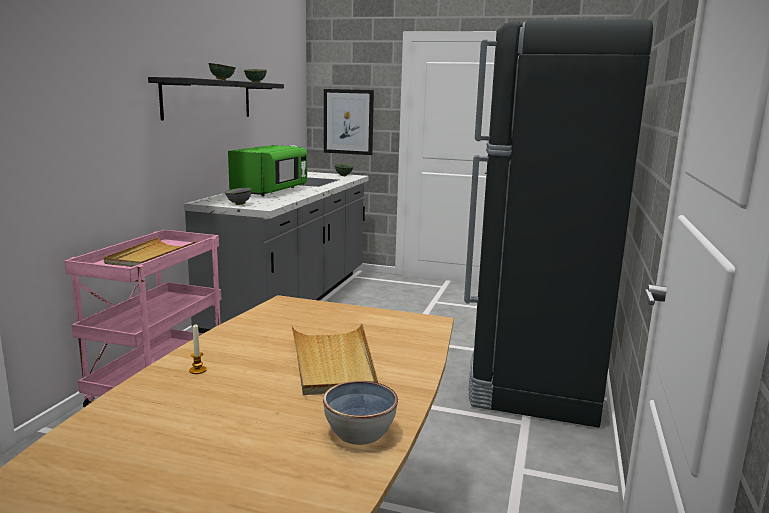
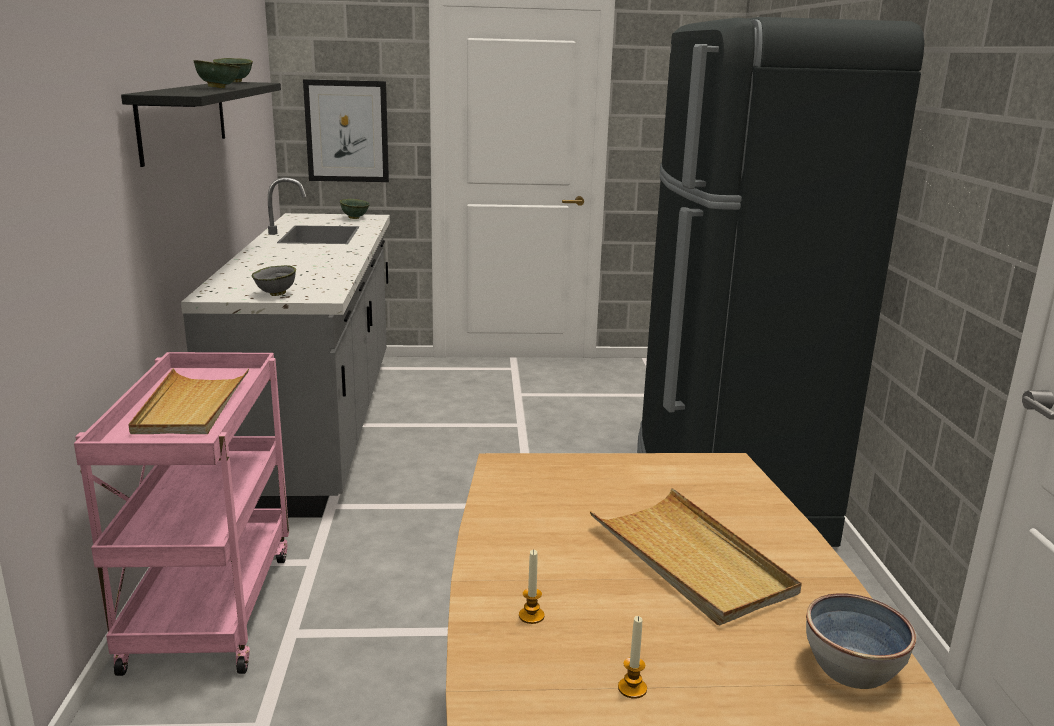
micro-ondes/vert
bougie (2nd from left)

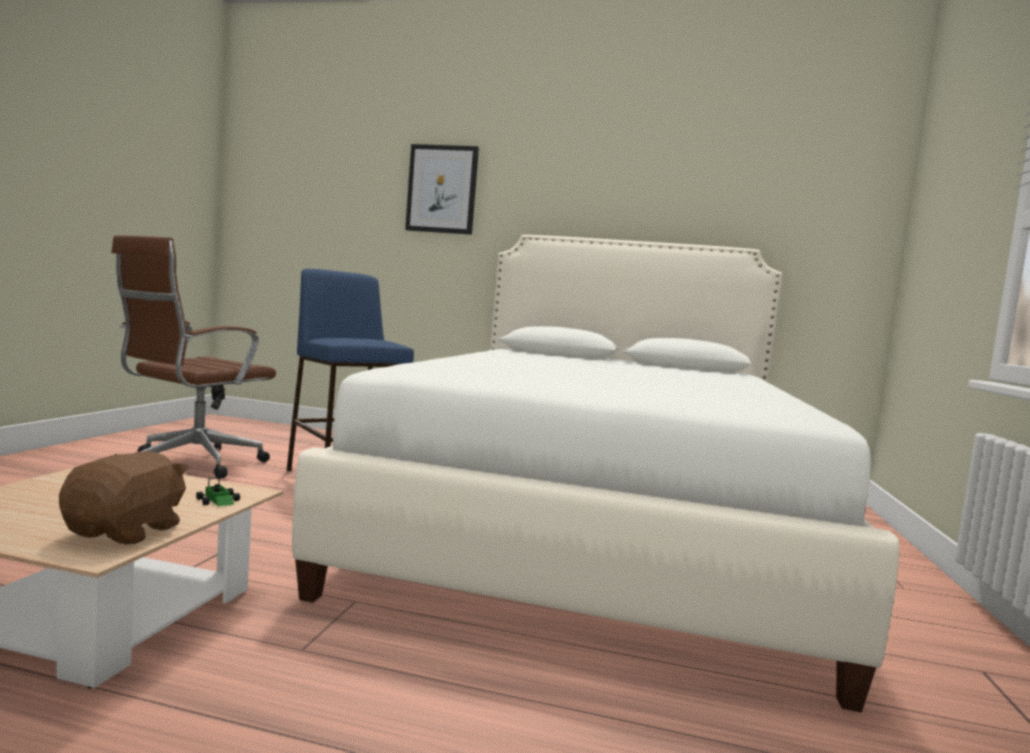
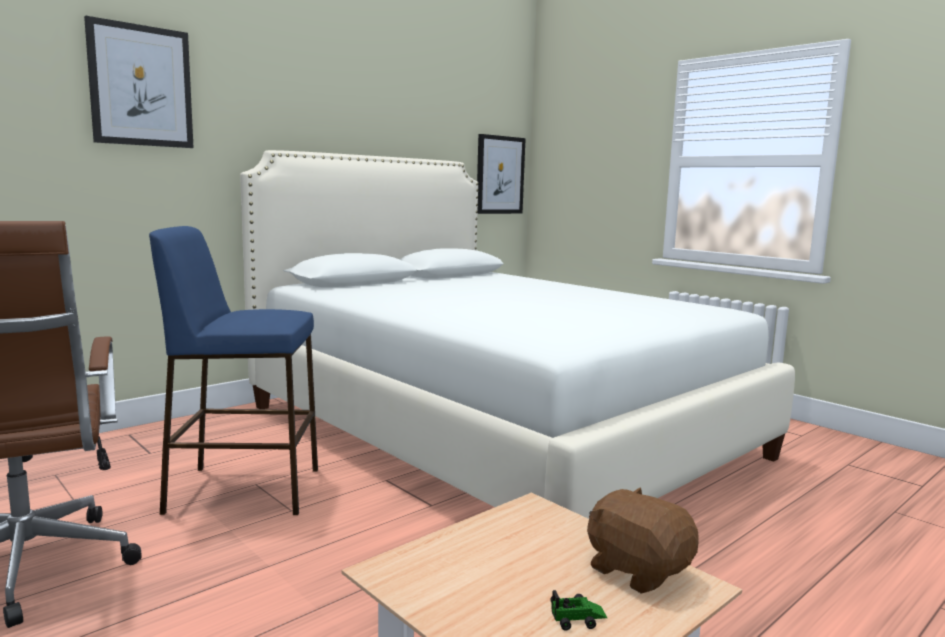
petite voiture
tableau (2nd from left)

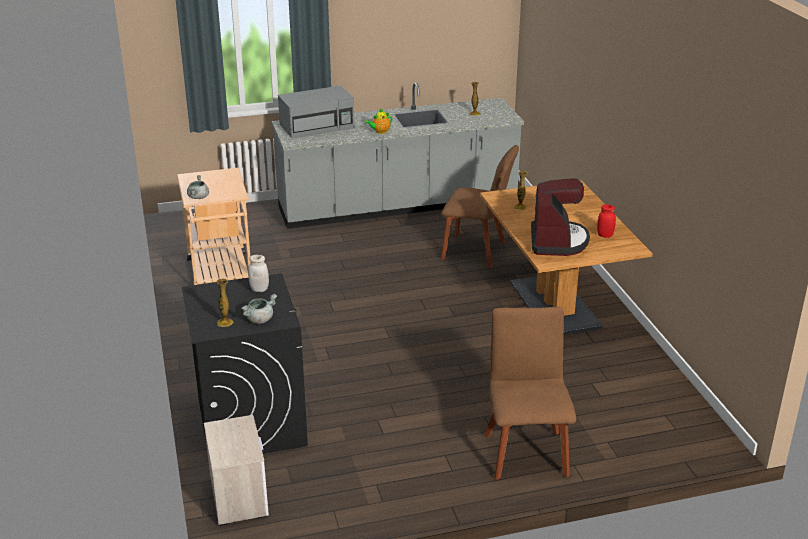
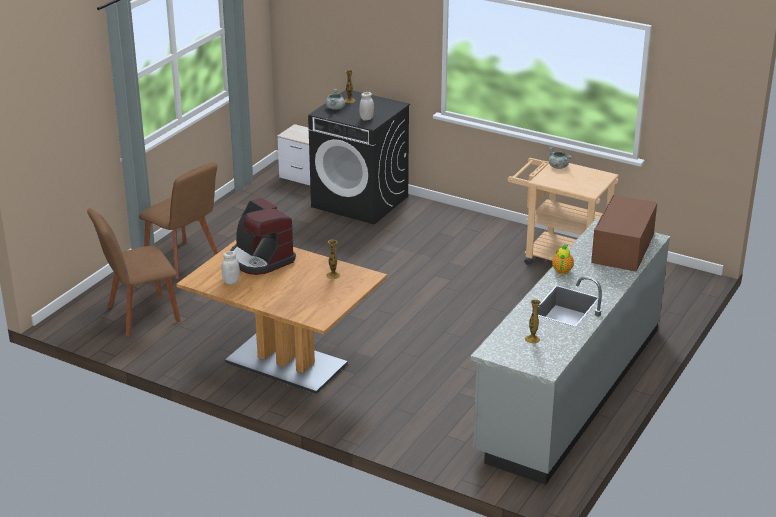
micro-ondes/marron
chaise/marron (1st from left)
bocal/blanc (1st from left)

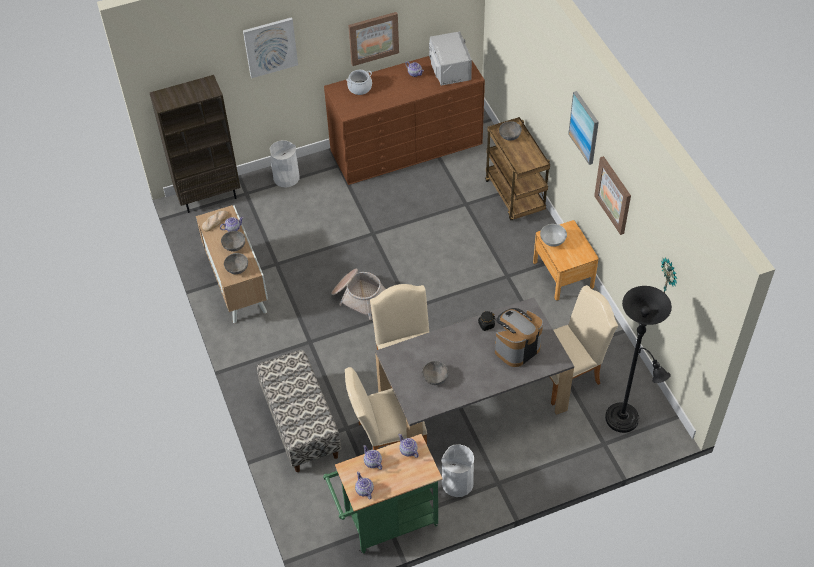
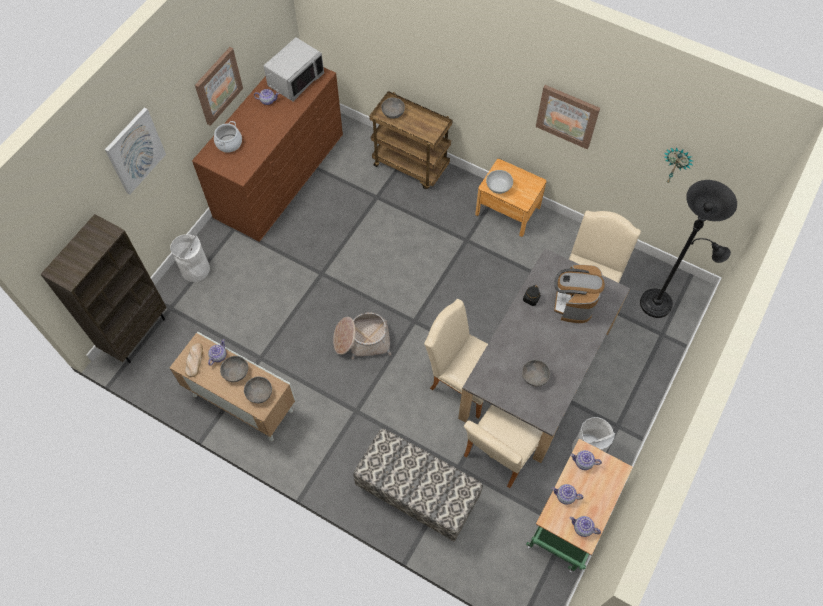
micro-ondes/gris
tableau (3rd from left in the first image)

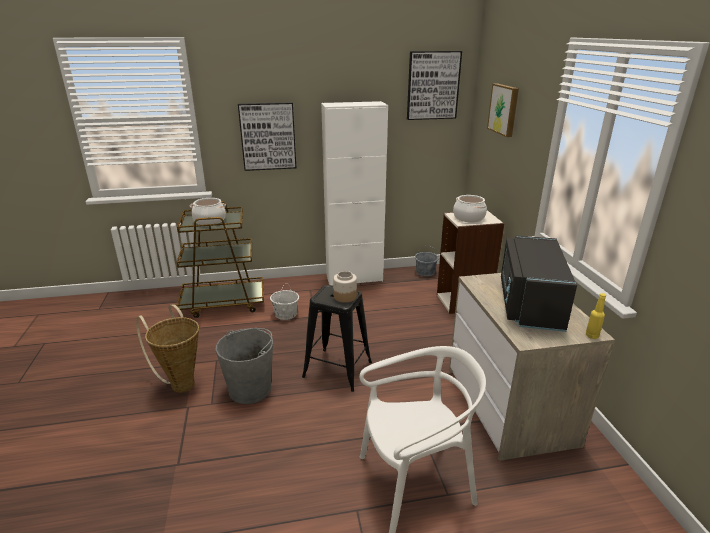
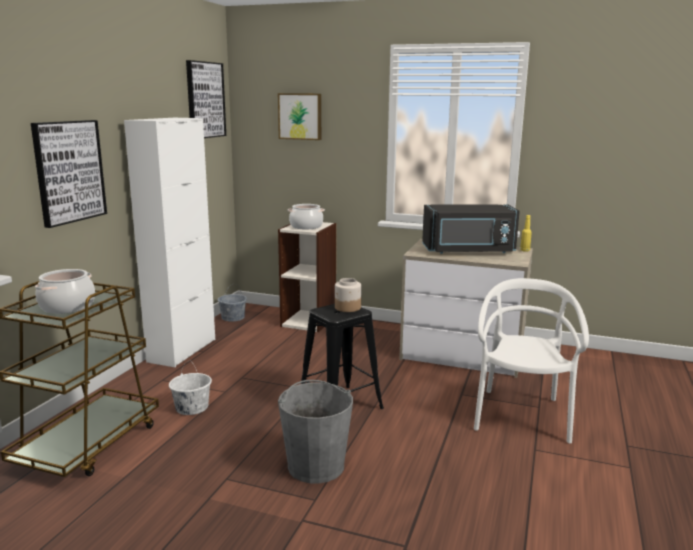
panier
micro-ondes/noir

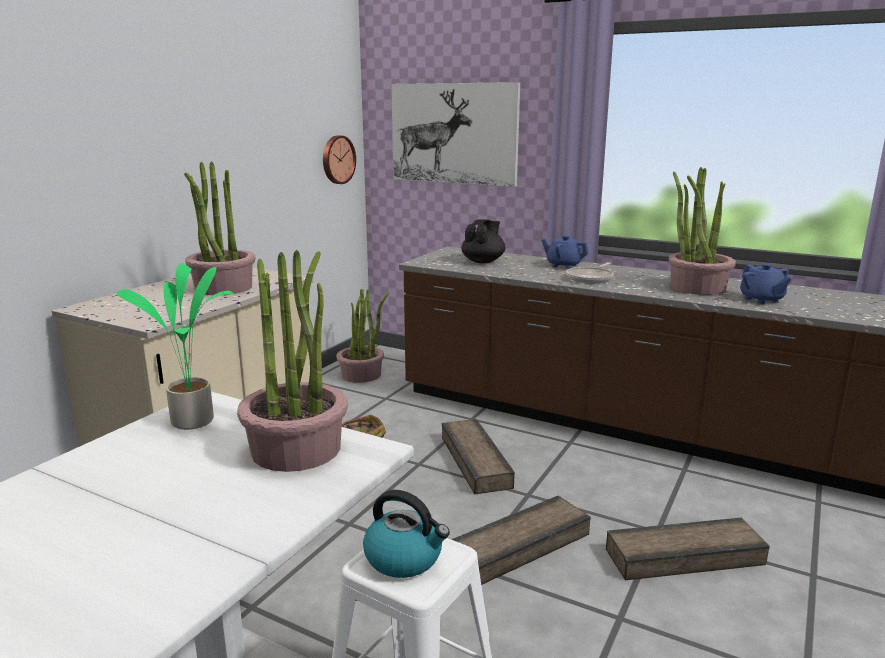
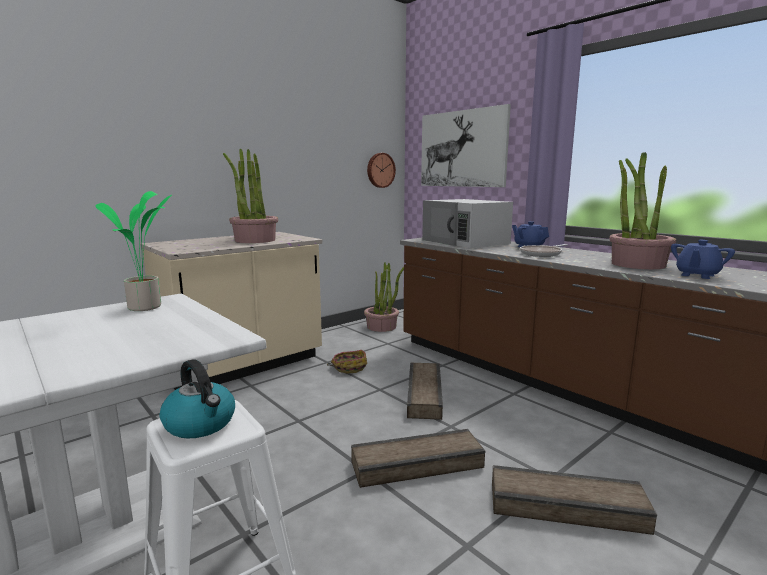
plante en pot (3rd from left in the first image)
micro-ondes/blanc
théière/bleu (2nd from left)

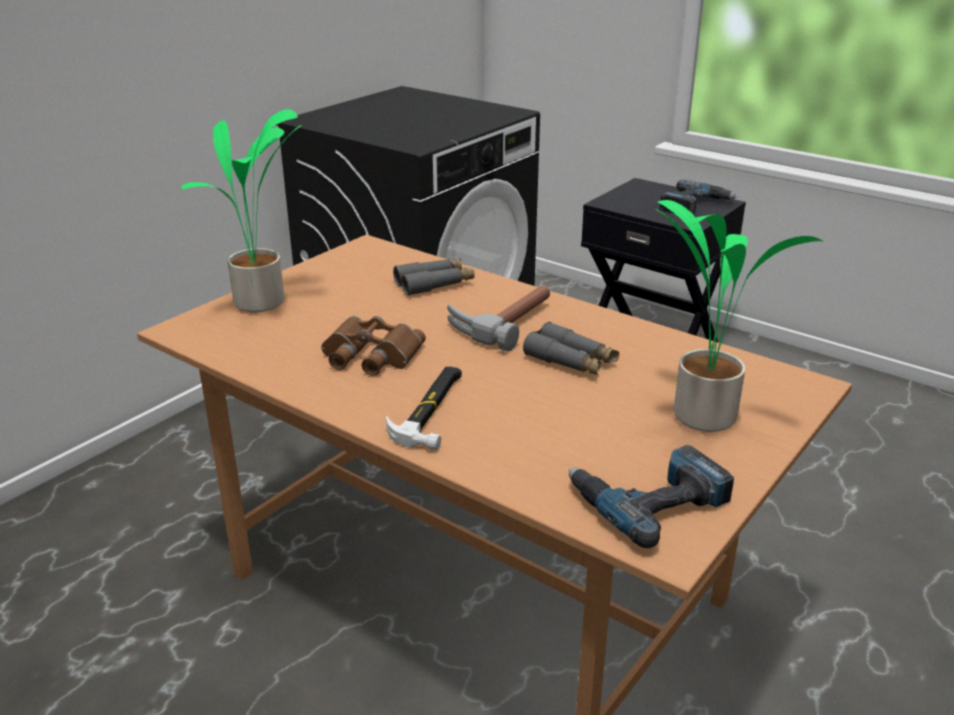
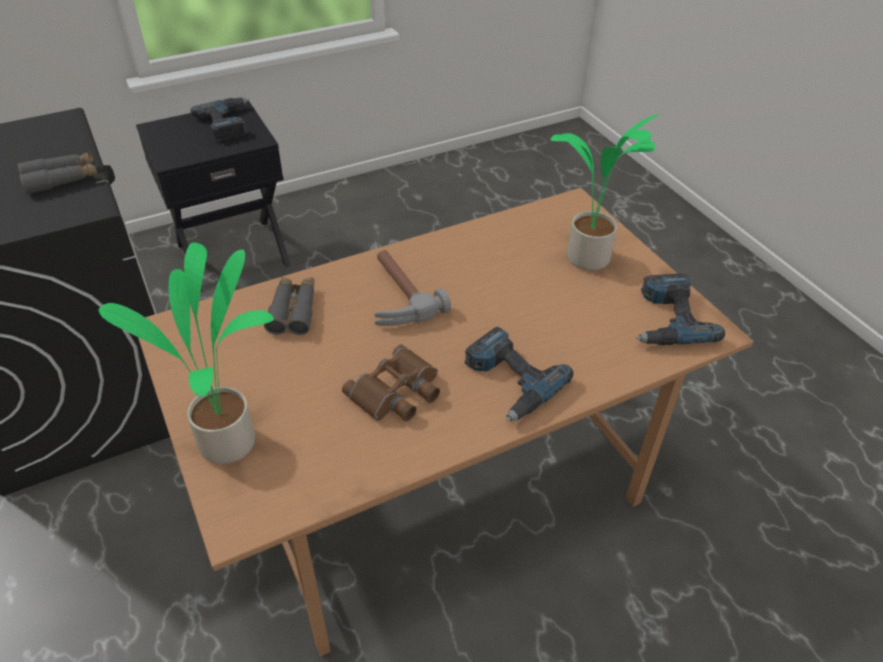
perceuse (2nd from left)
jumelles/gris (1st from left)

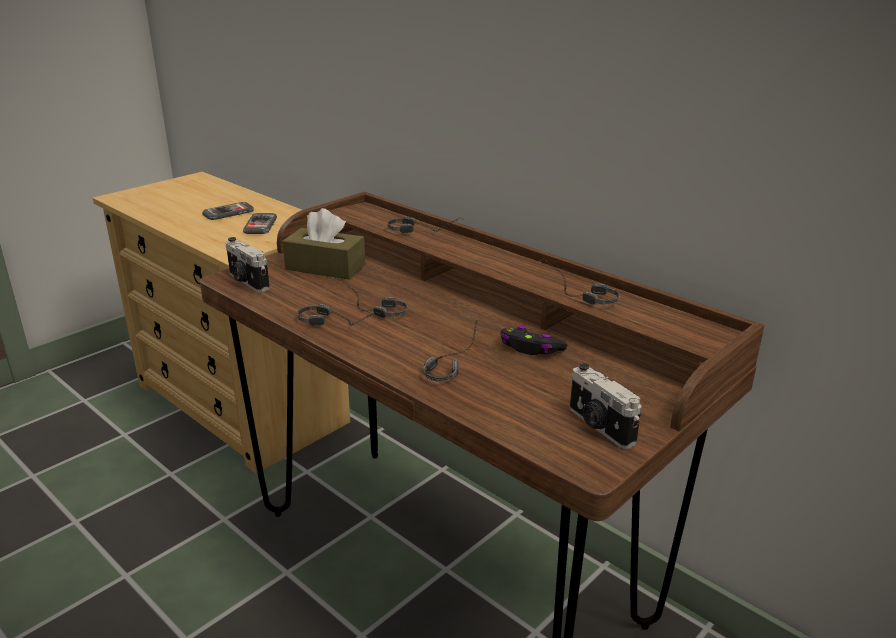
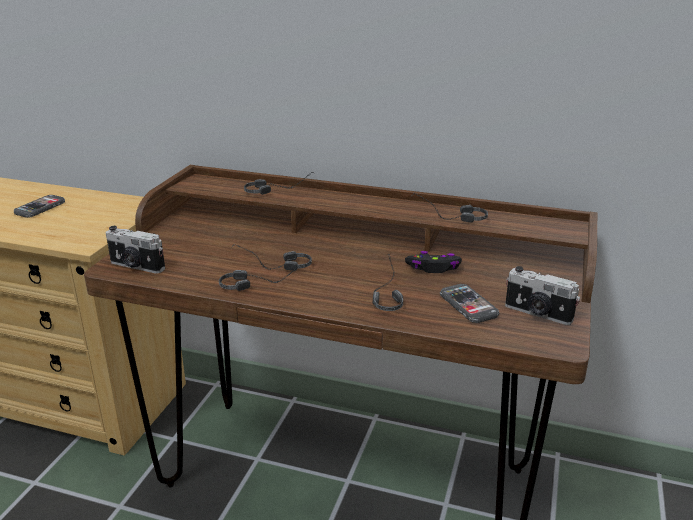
téléphone (2nd from left)
boîte à mouchoirs/marron

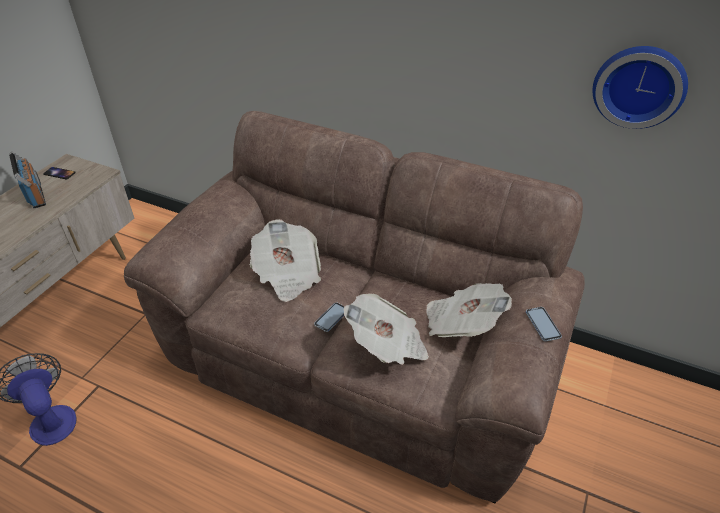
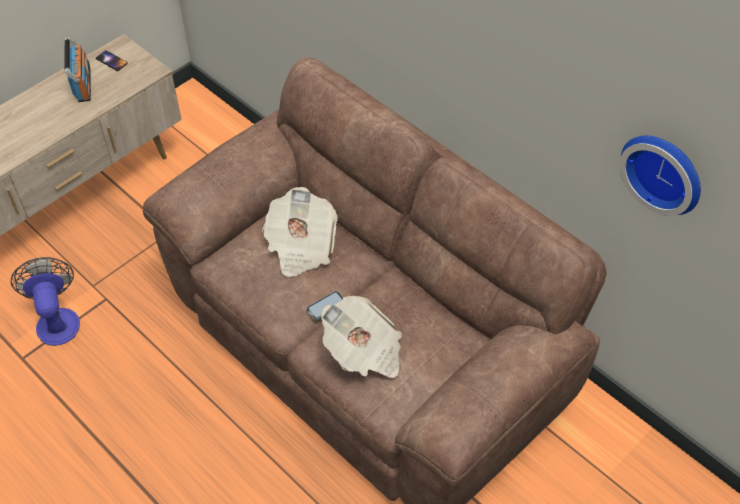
journal (3rd from left in the first image)
téléphone (3rd from left in the first image)

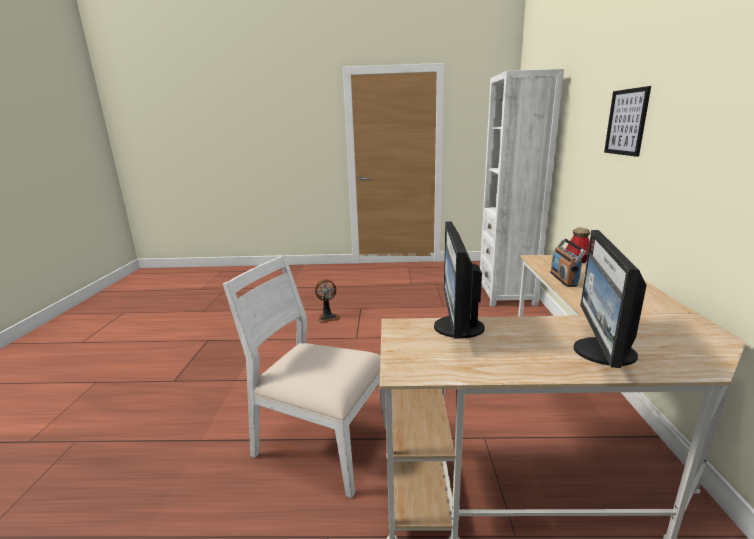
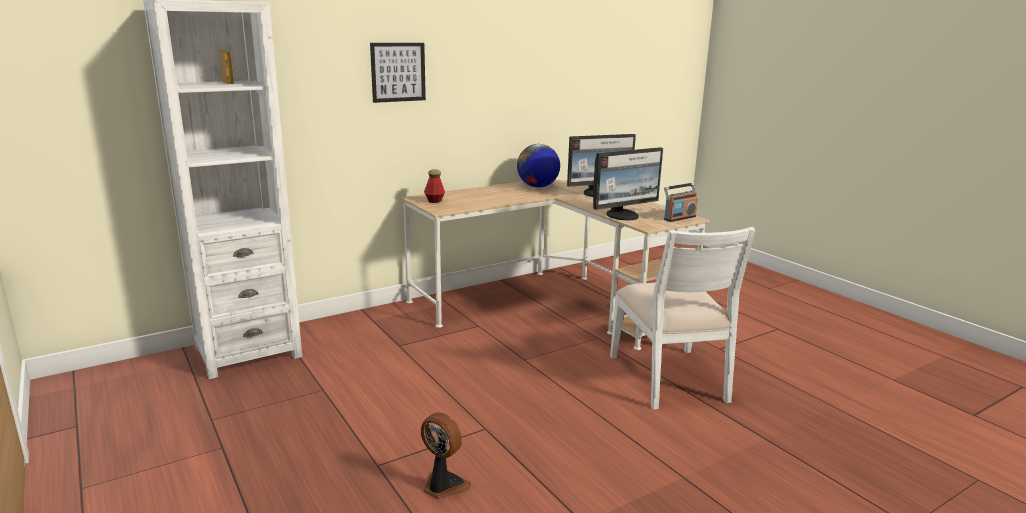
radio
globe

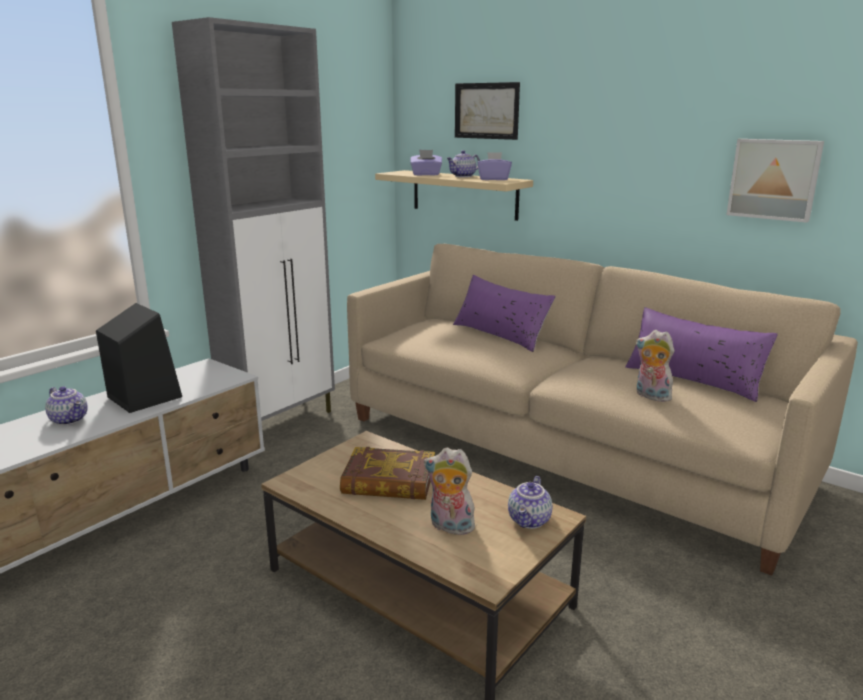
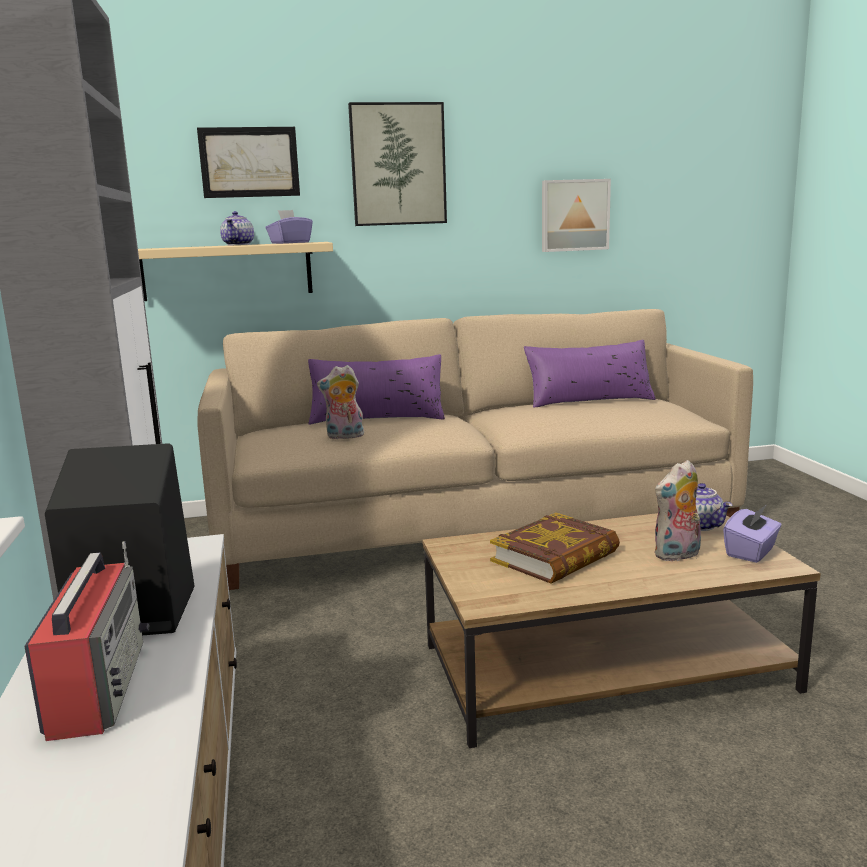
radio
boîte à mouchoirs/violet (2nd from left)
peluche (1st from left)
tableau (2nd from left)

